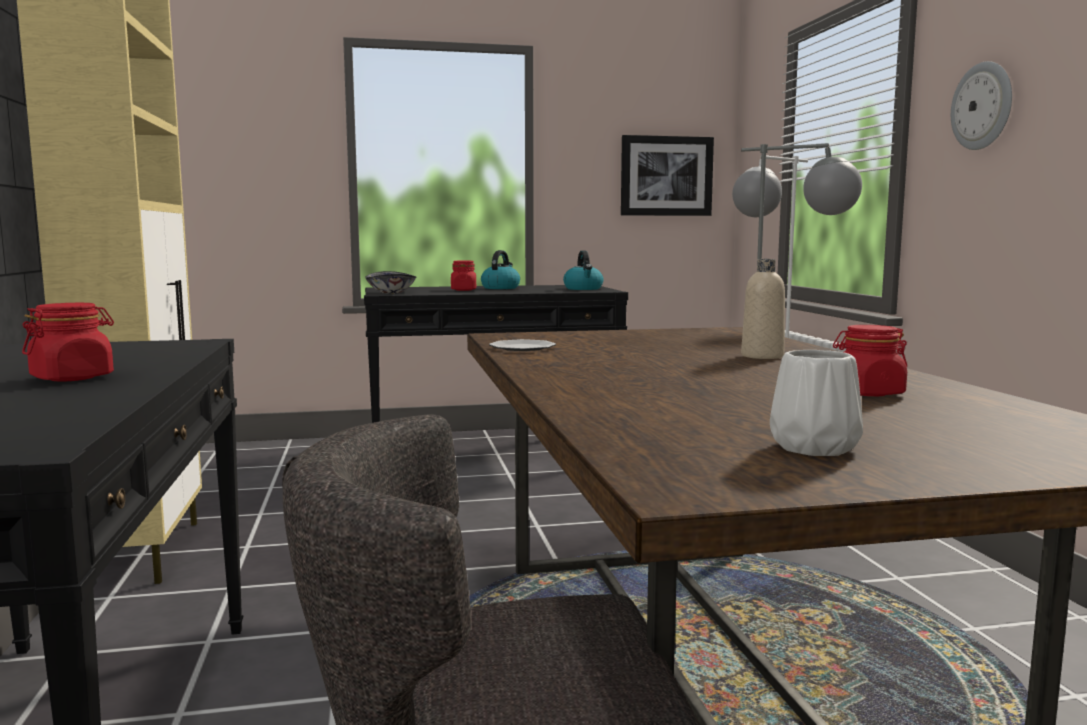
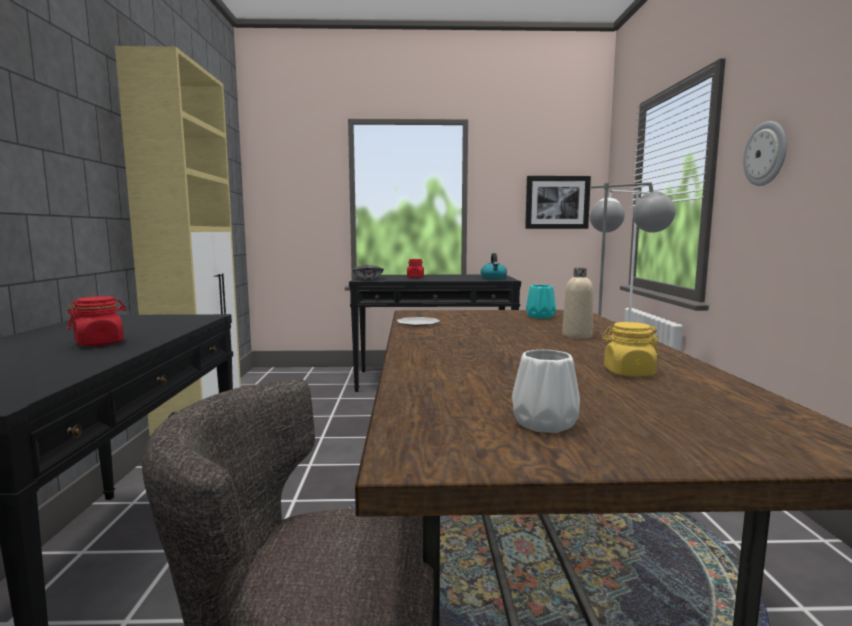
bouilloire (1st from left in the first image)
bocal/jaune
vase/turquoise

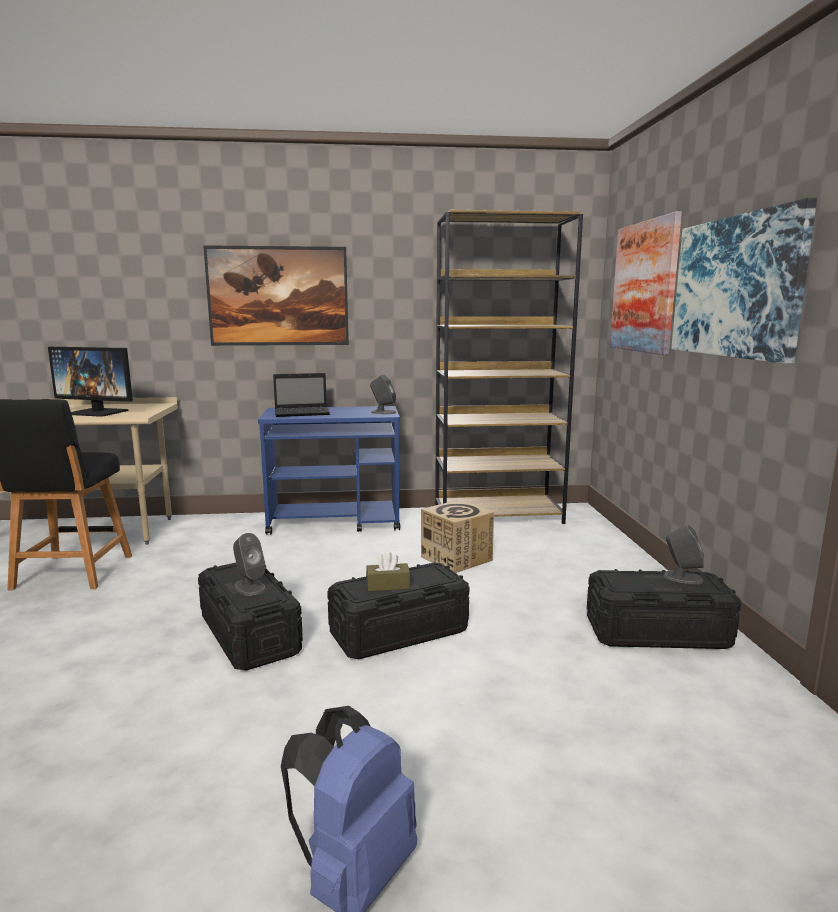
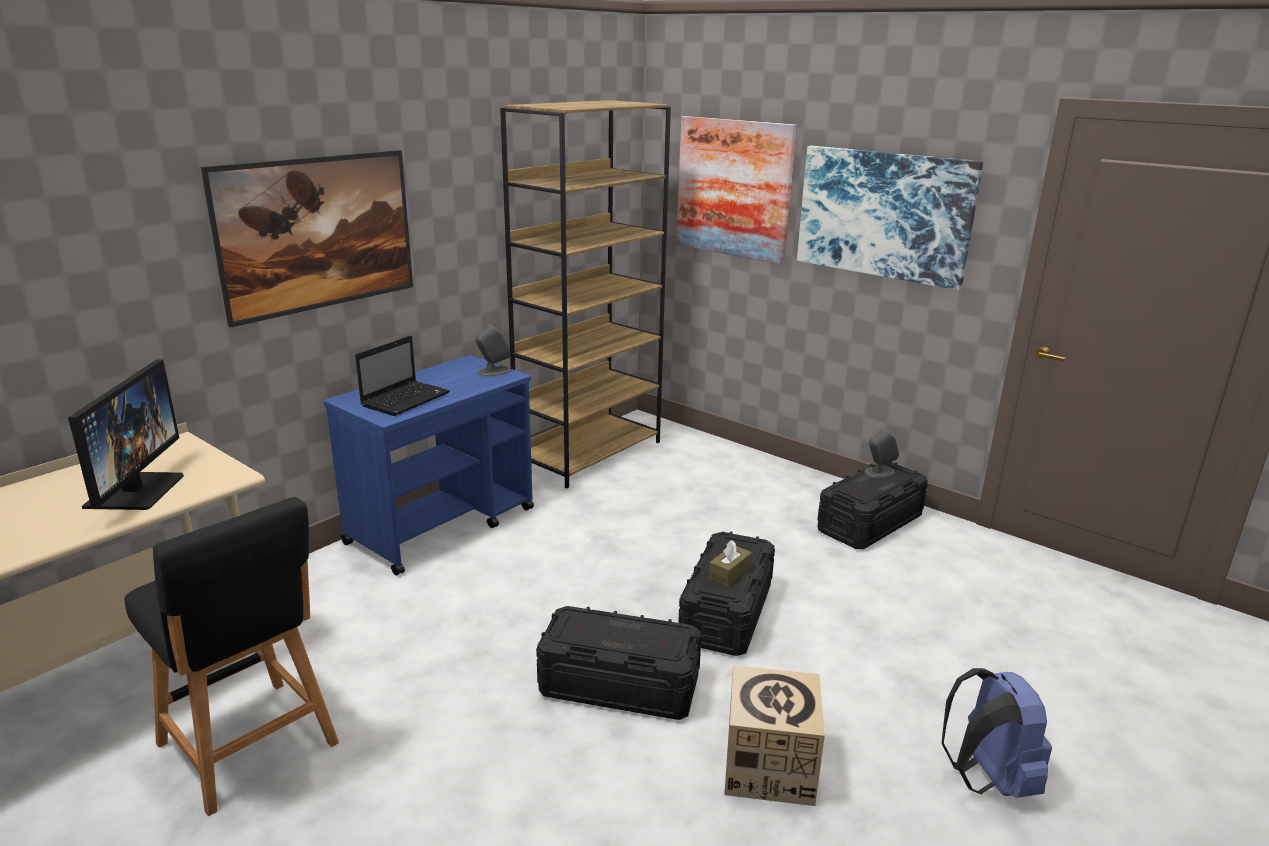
écran d'ordinateur
enceinte/gris (1st from left in the first image)
carton

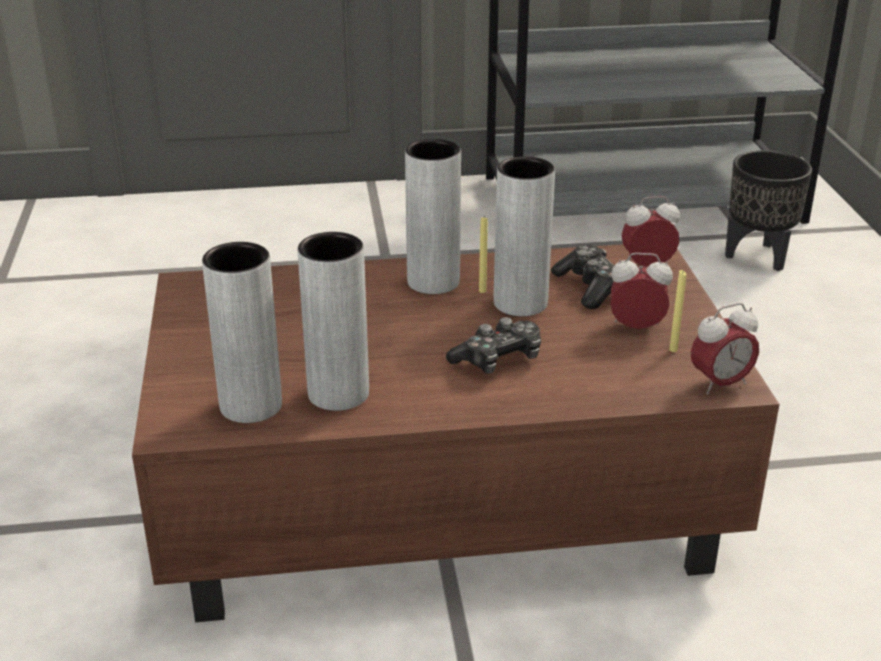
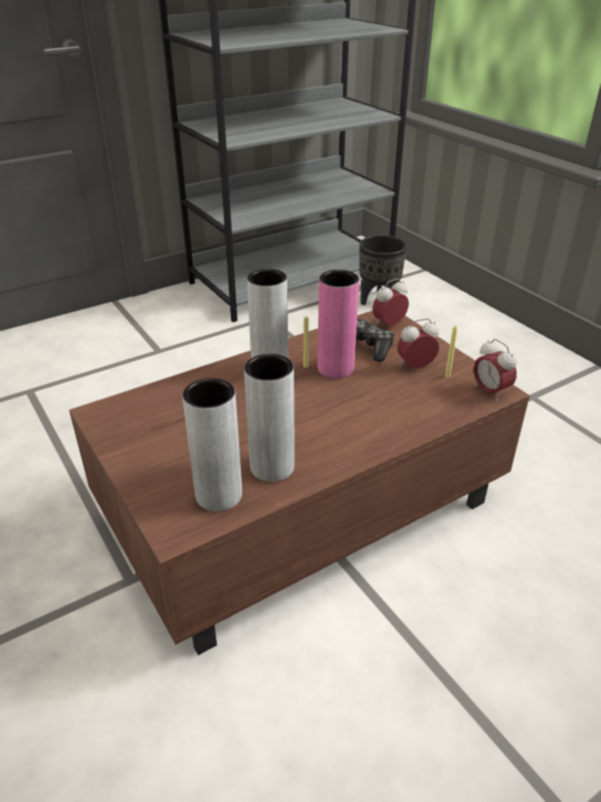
manette (1st from left in the first image)
vase/rose
réveil (3rd from left)

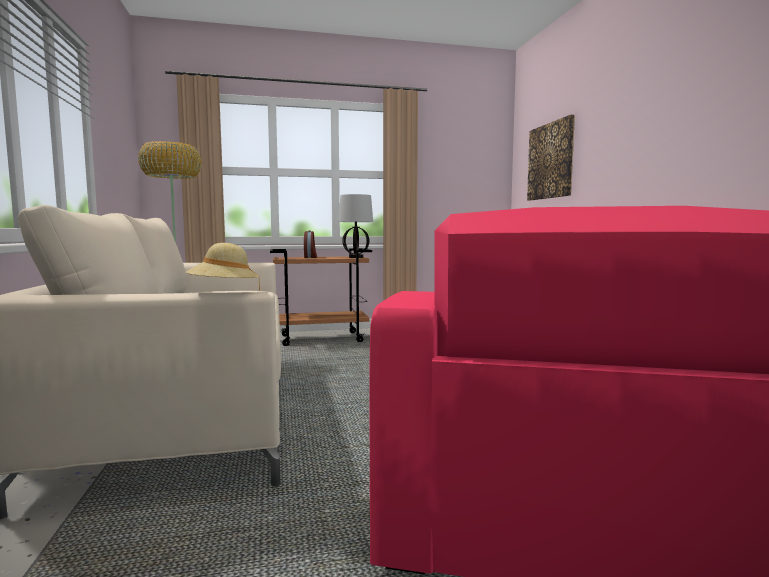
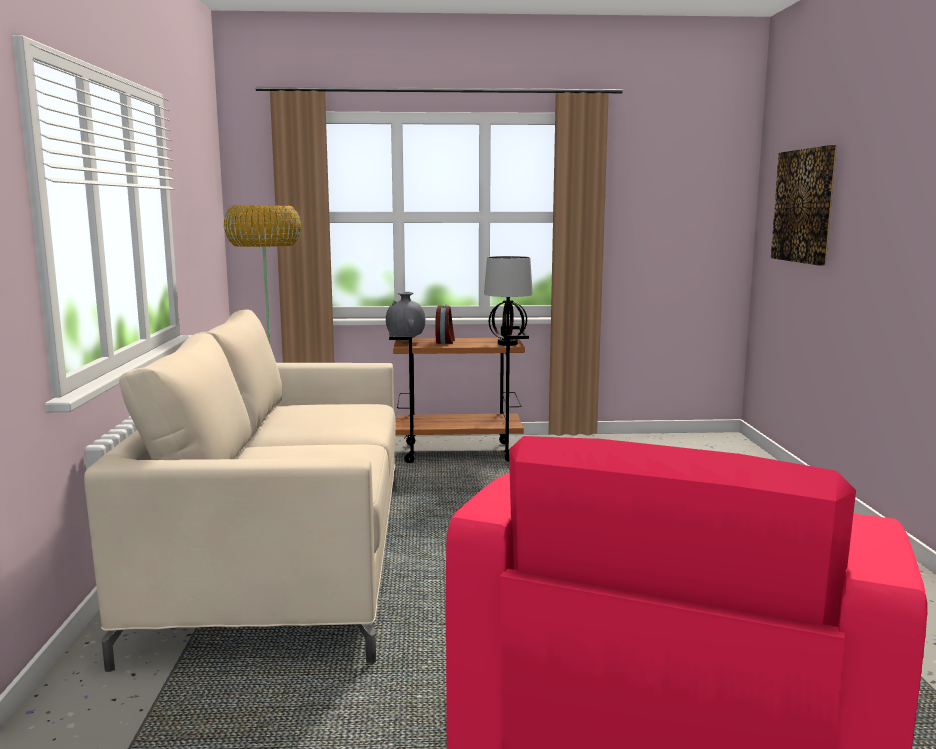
chapeau/beige
vase/gris

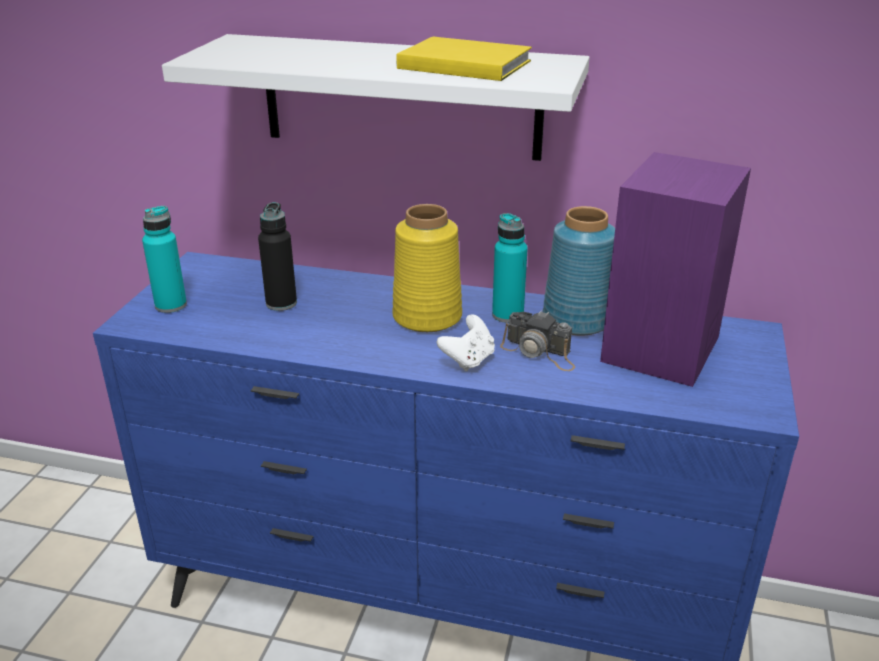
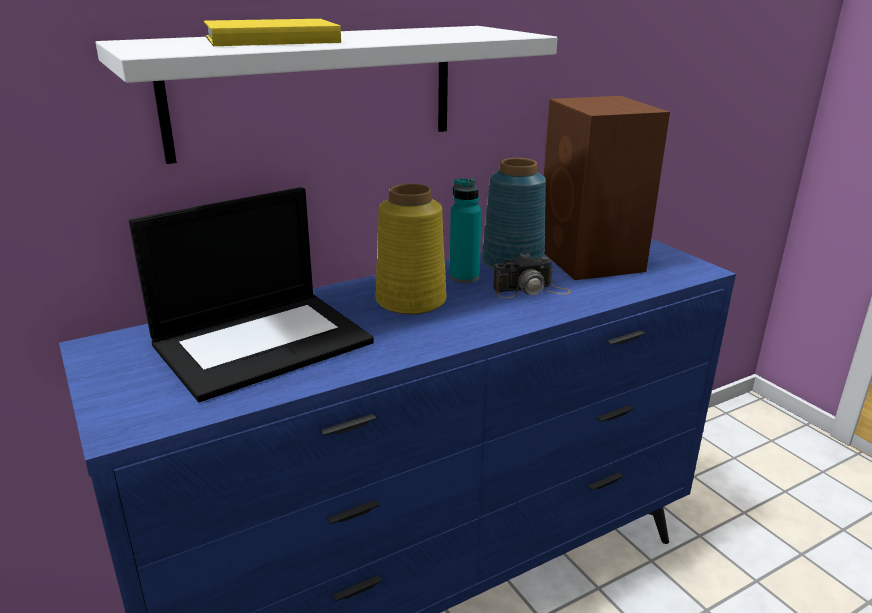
bouteille/turquoise (1st from left in the first image)
ordinateur portable
livre/jaune
manette/blanc
enceinte/marron

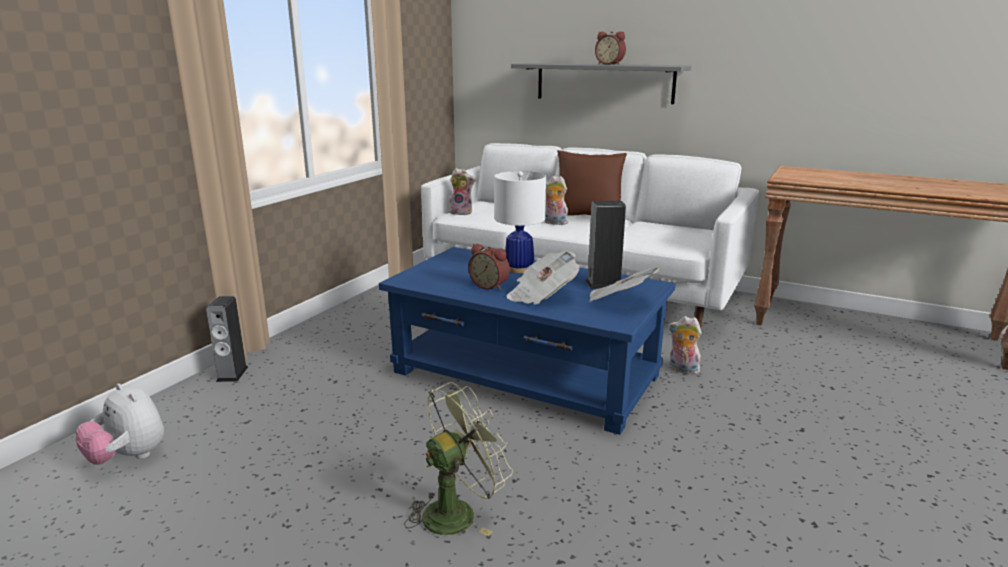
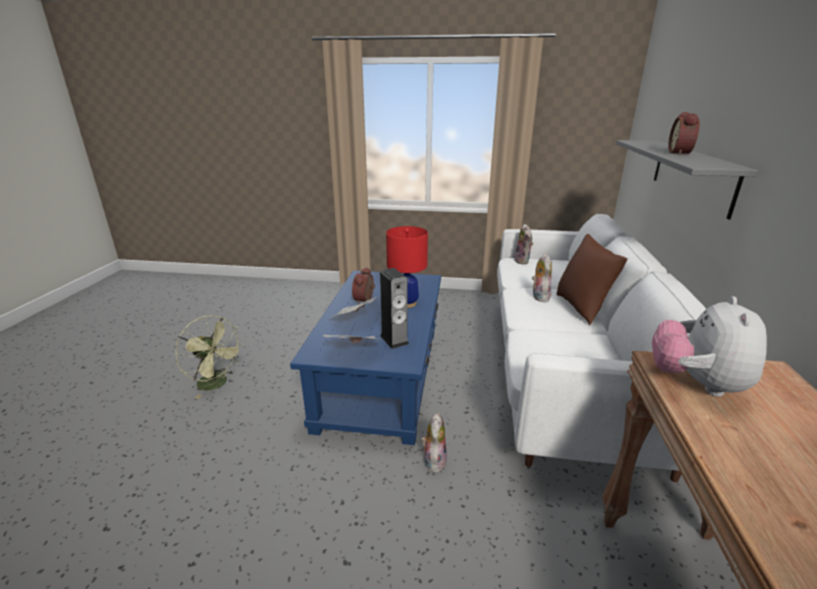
peluche (4th from left)
enceinte (1st from left in the first image)
lampe de table/rouge

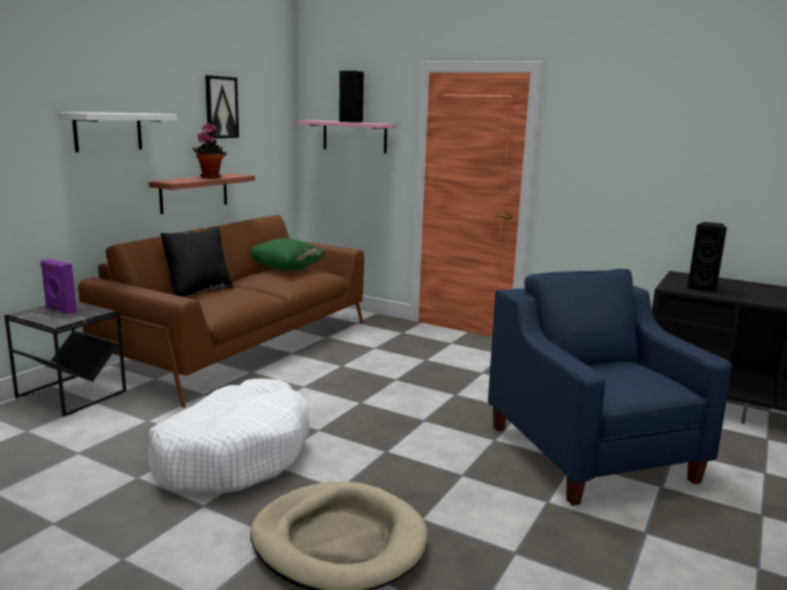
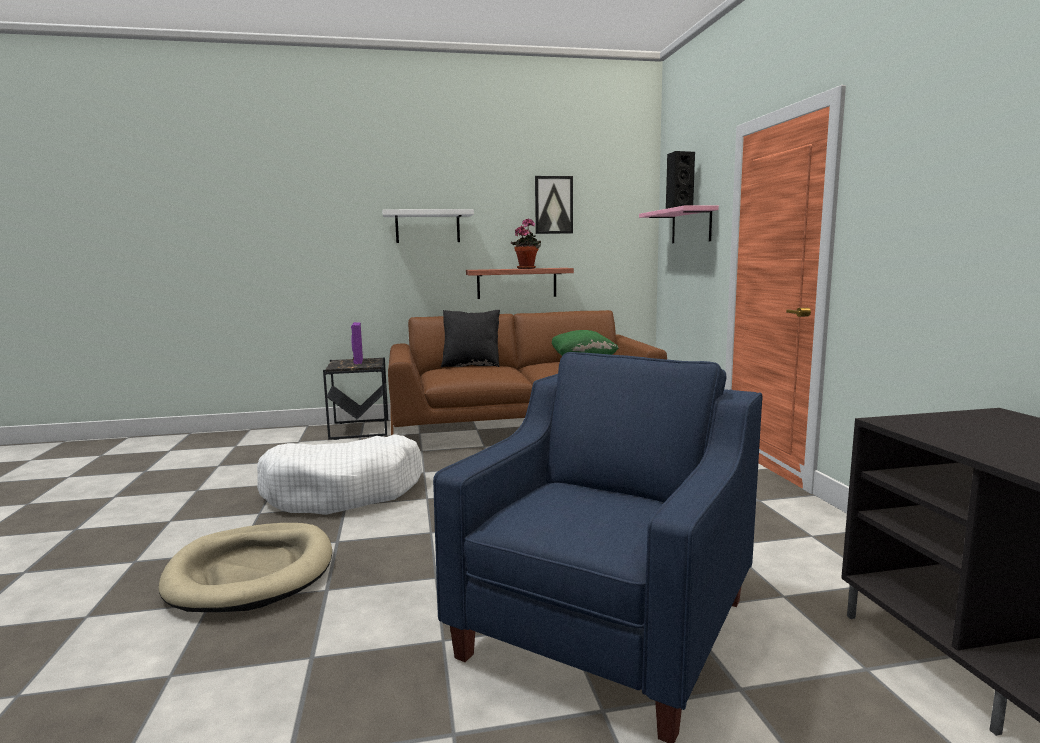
enceinte/noir (2nd from left in the first image)

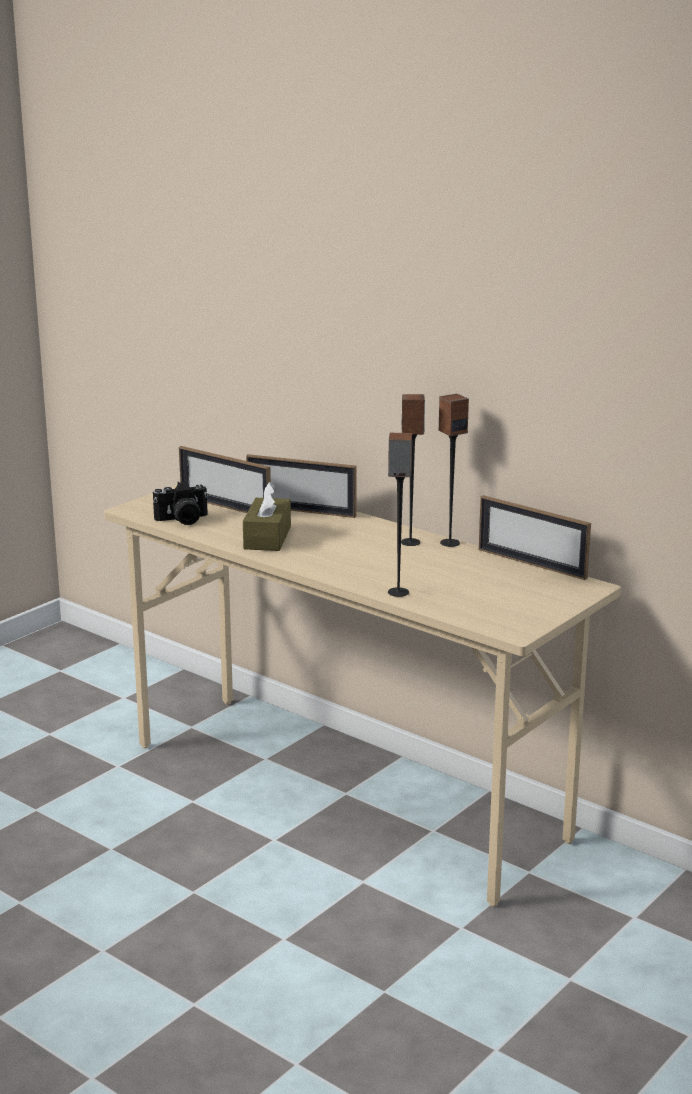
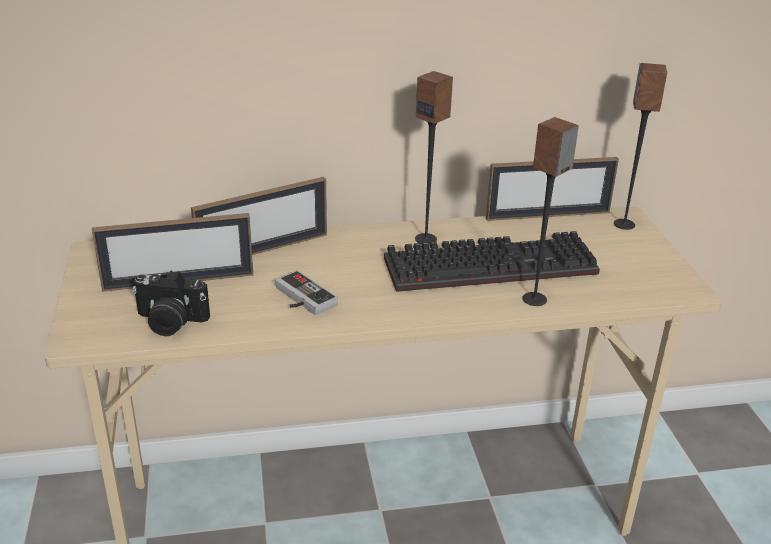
appareil photo
manette
enceinte (3rd from left)
clavier

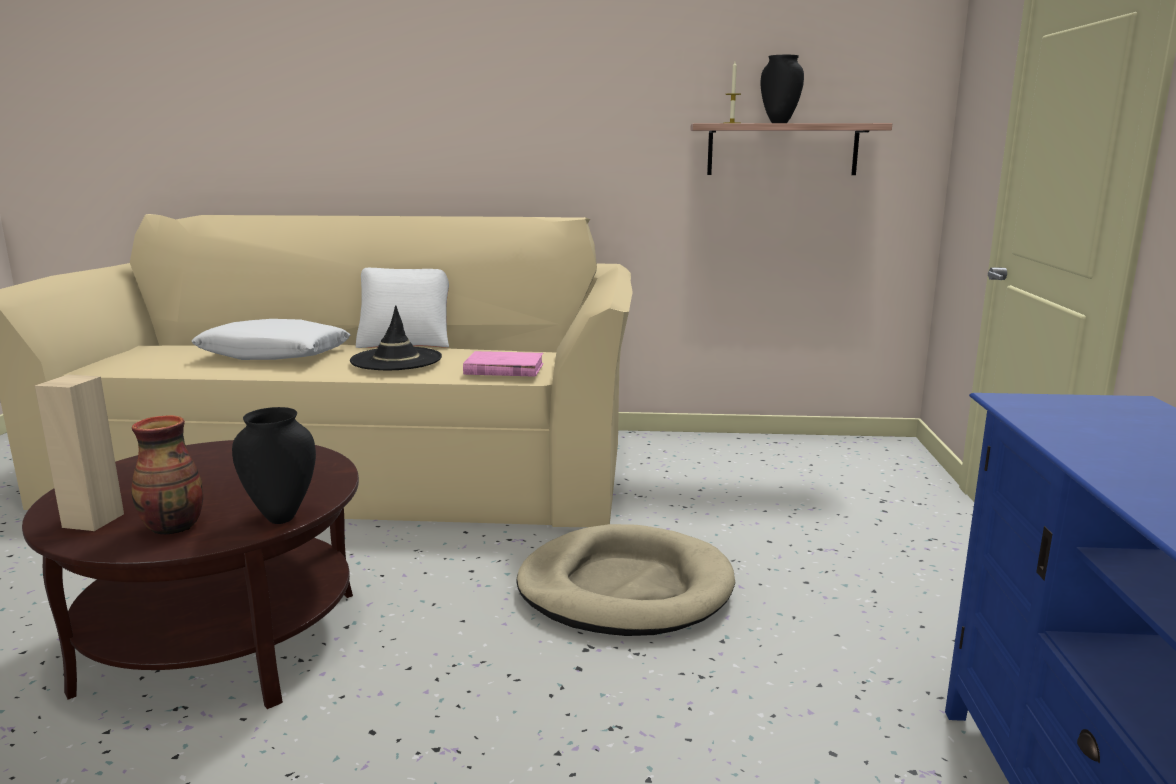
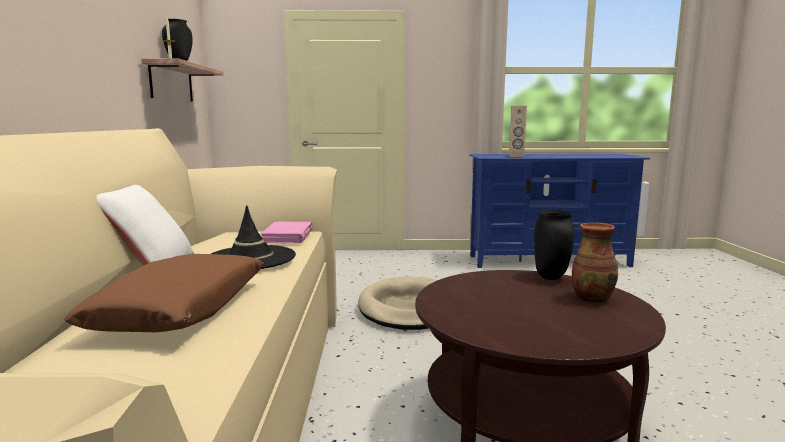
enceinte/beige
coussin/marron

